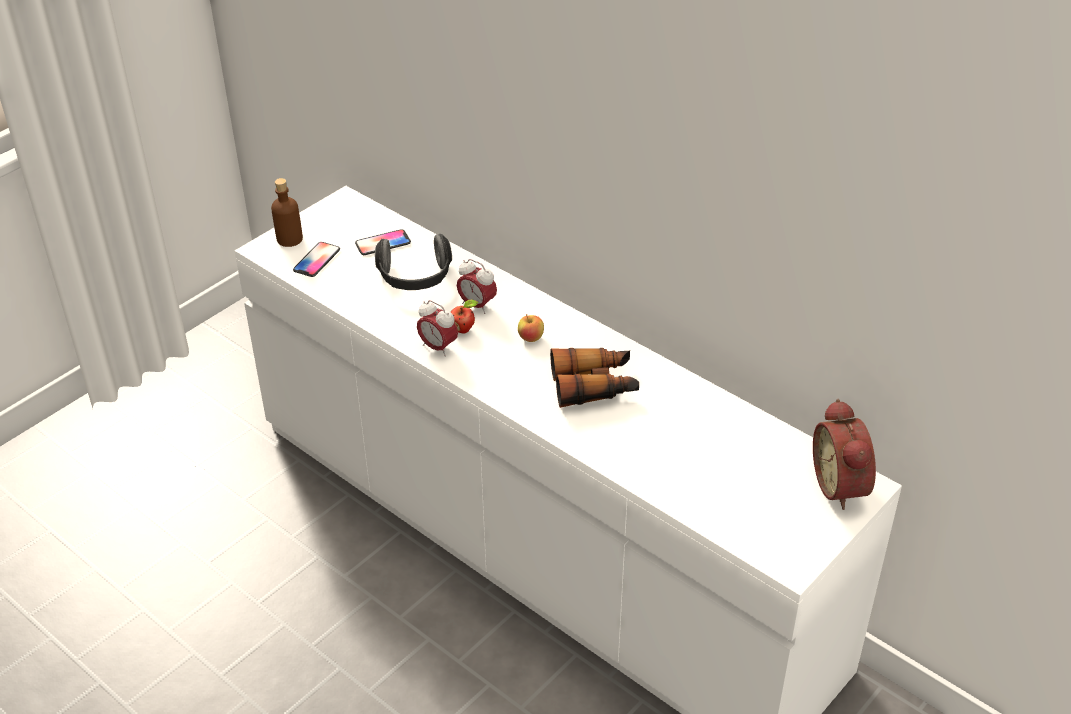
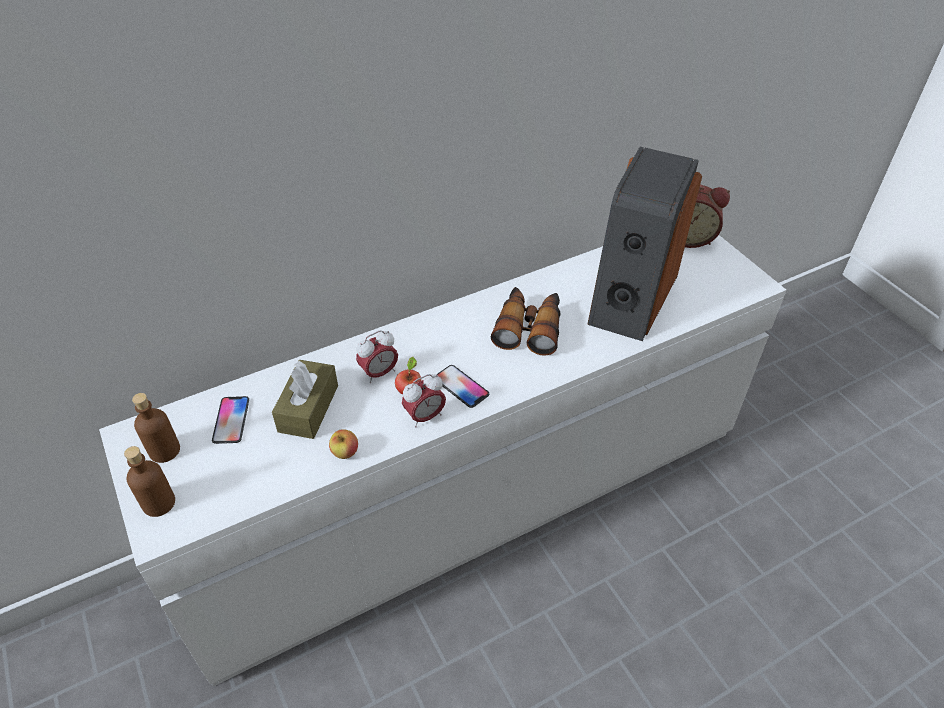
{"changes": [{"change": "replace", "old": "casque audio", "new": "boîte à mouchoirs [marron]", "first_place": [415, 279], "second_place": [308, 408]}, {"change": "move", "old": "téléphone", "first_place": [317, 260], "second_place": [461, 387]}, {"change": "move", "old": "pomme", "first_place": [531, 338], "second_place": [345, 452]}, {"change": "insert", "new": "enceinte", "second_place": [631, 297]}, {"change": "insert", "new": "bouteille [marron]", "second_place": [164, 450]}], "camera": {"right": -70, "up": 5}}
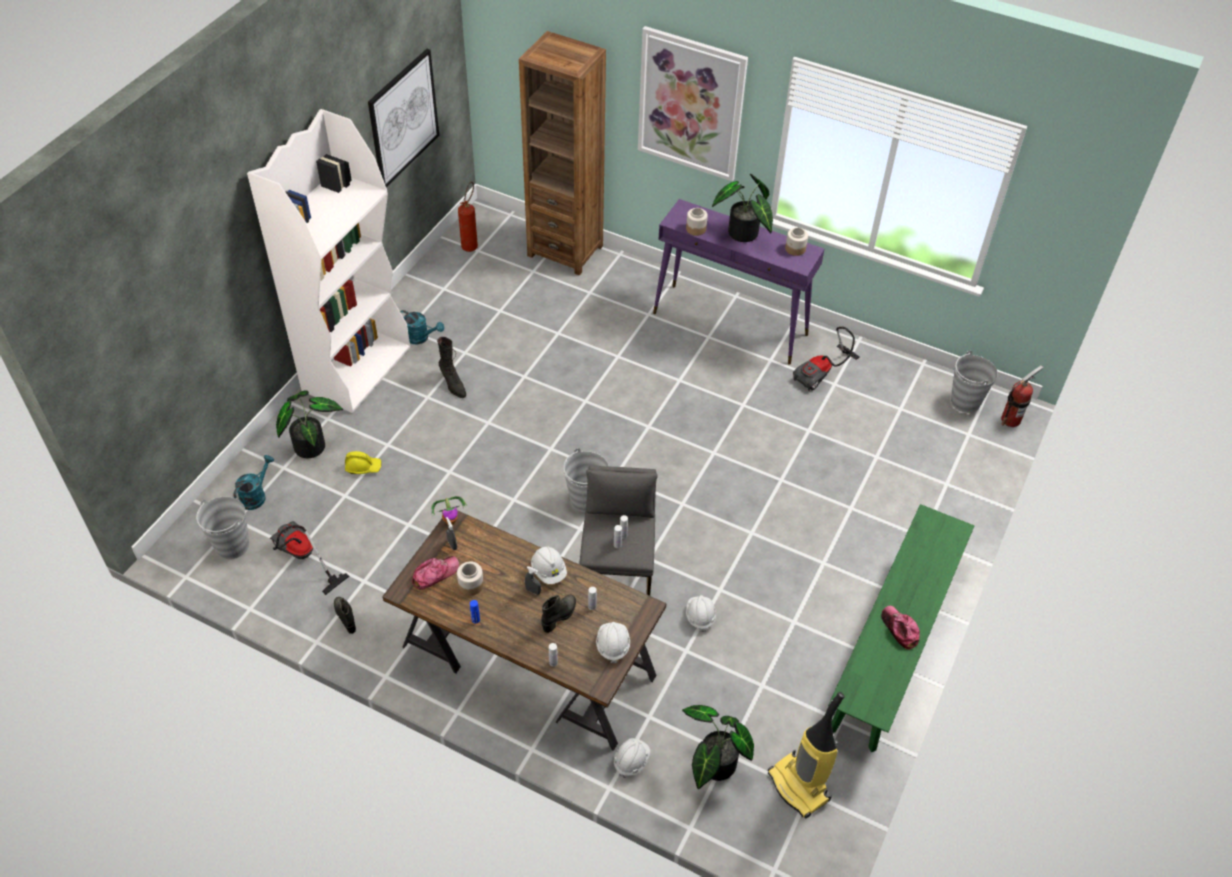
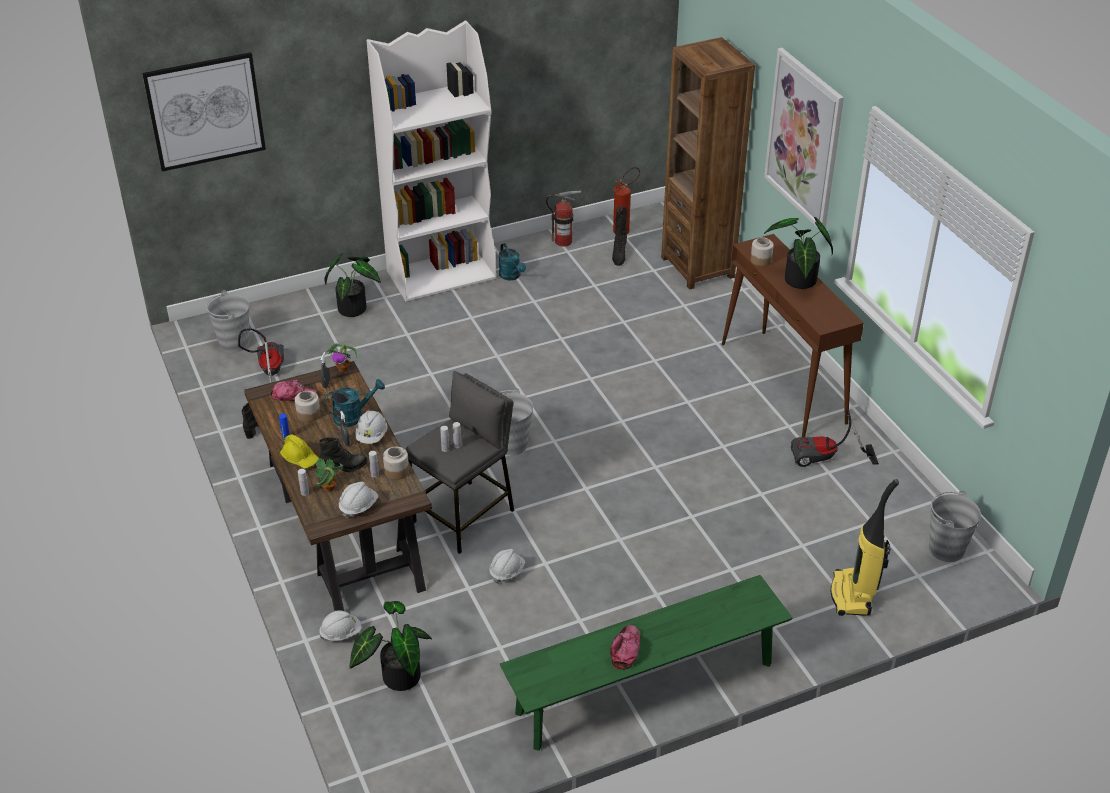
{"changes": [{"change": "move", "old": "tableau", "first_place": [403, 118], "second_place": [205, 111]}, {"change": "recolor", "old": "table console [violet]", "new": "table console [marron]", "first_place": [731, 324], "second_place": [783, 383]}, {"change": "move", "old": "bocal", "first_place": [795, 249], "second_place": [396, 472]}, {"change": "move", "old": "botte [noir]", "first_place": [453, 384], "second_place": [619, 255]}, {"change": "move", "old": "extincteur", "first_place": [1011, 419], "second_place": [563, 241]}, {"change": "move", "old": "casque de chantier [jaune]", "first_place": [363, 467], "second_place": [300, 458]}, {"change": "move", "old": "arrosoir [turquoise]", "first_place": [256, 495], "second_place": [353, 416]}, {"change": "move", "old": "aspirateur", "first_place": [800, 786], "second_place": [853, 595]}, {"change": "insert", "new": "plante en pot", "second_place": [329, 488]}], "camera": {"right": 40, "up": -10}}
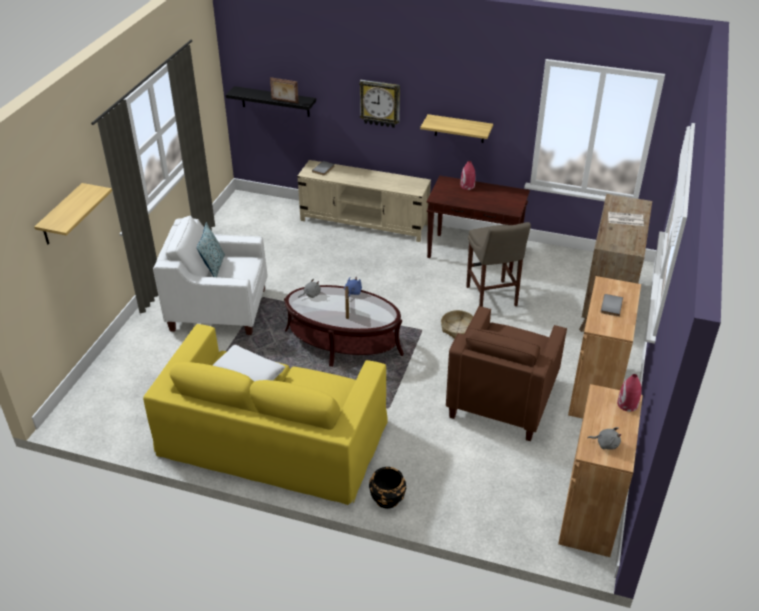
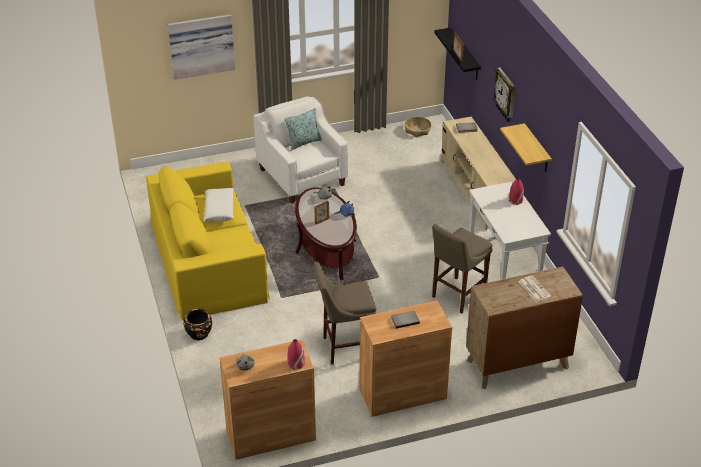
{"changes": [{"change": "recolor", "old": "table console [marron]", "new": "table console [blanc]", "first_place": [474, 253], "second_place": [504, 264]}, {"change": "replace", "old": "étagère", "new": "tableau", "first_place": [61, 215], "second_place": [201, 45]}, {"change": "replace", "old": "fauteuil [marron]", "new": "tabouret [beige]", "first_place": [502, 398], "second_place": [344, 347]}, {"change": "move", "old": "panier", "first_place": [458, 328], "second_place": [417, 130]}], "camera": {"right": 55, "up": 0}}
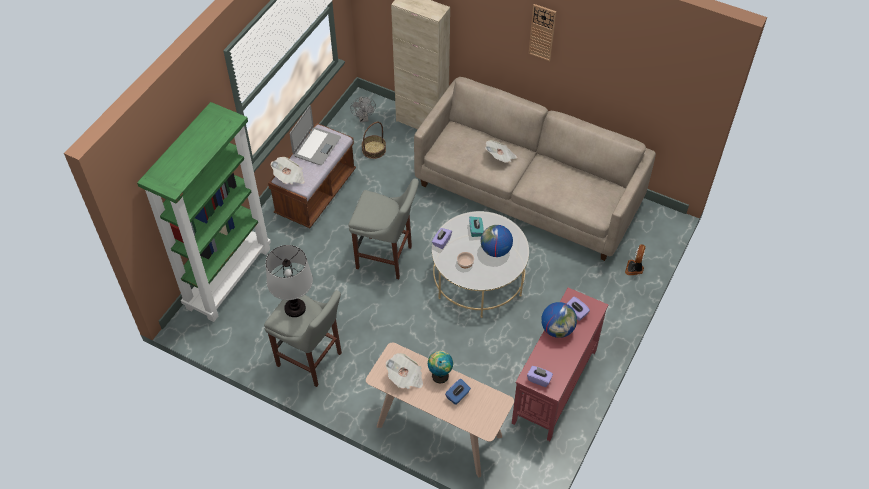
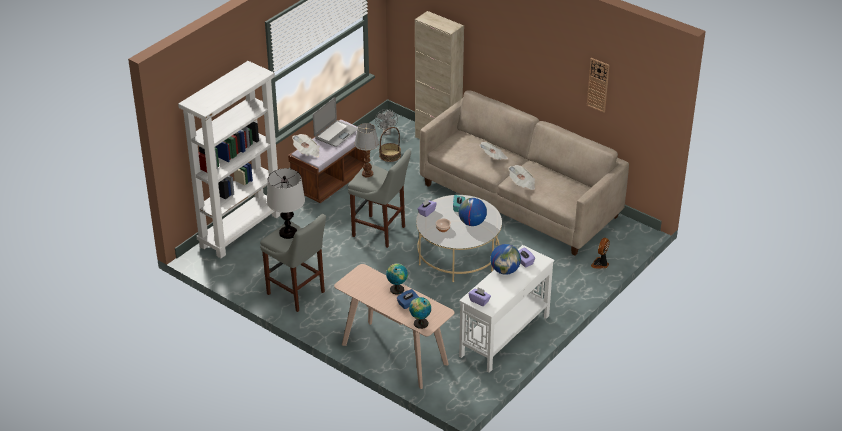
{"changes": [{"change": "move", "old": "horloge murale", "first_place": [542, 32], "second_place": [598, 85]}, {"change": "recolor", "old": "bibliothèque [vert]", "new": "bibliothèque [blanc]", "first_place": [228, 277], "second_place": [241, 230]}, {"change": "recolor", "old": "table console [rouge]", "new": "table console [blanc]", "first_place": [554, 386], "second_place": [504, 336]}, {"change": "move", "old": "journal", "first_place": [405, 377], "second_place": [522, 184]}, {"change": "insert", "new": "lampe de table", "second_place": [367, 173]}, {"change": "insert", "new": "globe", "second_place": [419, 323]}], "camera": {"right": 10, "up": -15}}
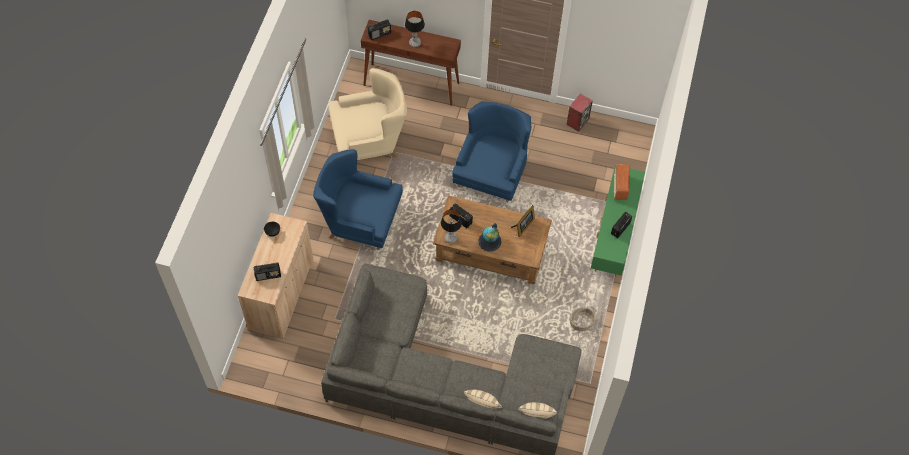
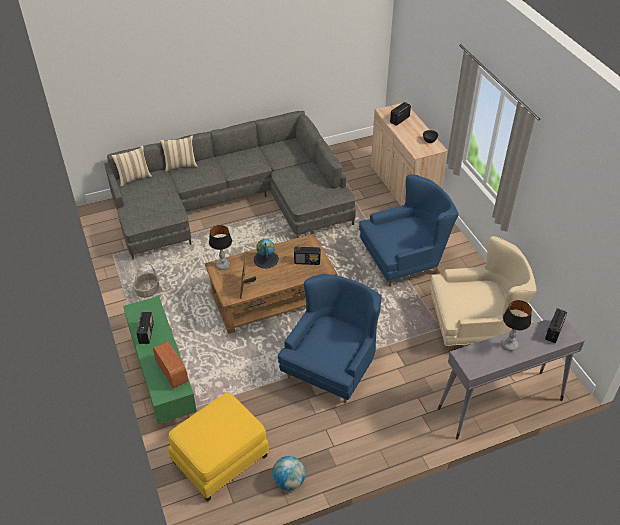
{"changes": [{"change": "recolor", "old": "table console [marron]", "new": "table console [gris]", "first_place": [412, 84], "second_place": [499, 404]}, {"change": "rotate", "old": "fauteuil [beige]", "first_place": [369, 139], "second_place": [473, 325], "degrees": -135}, {"change": "replace", "old": "enceinte", "new": "globe", "first_place": [577, 121], "second_place": [289, 481]}, {"change": "rotate", "old": "fauteuil [bleu]", "first_place": [492, 172], "second_place": [332, 366], "degrees": -135}, {"change": "move", "old": "lampe de table", "first_place": [451, 238], "second_place": [222, 265]}, {"change": "insert", "new": "pouf [jaune]", "second_place": [221, 460]}], "camera": {"right": 145, "up": -15}}
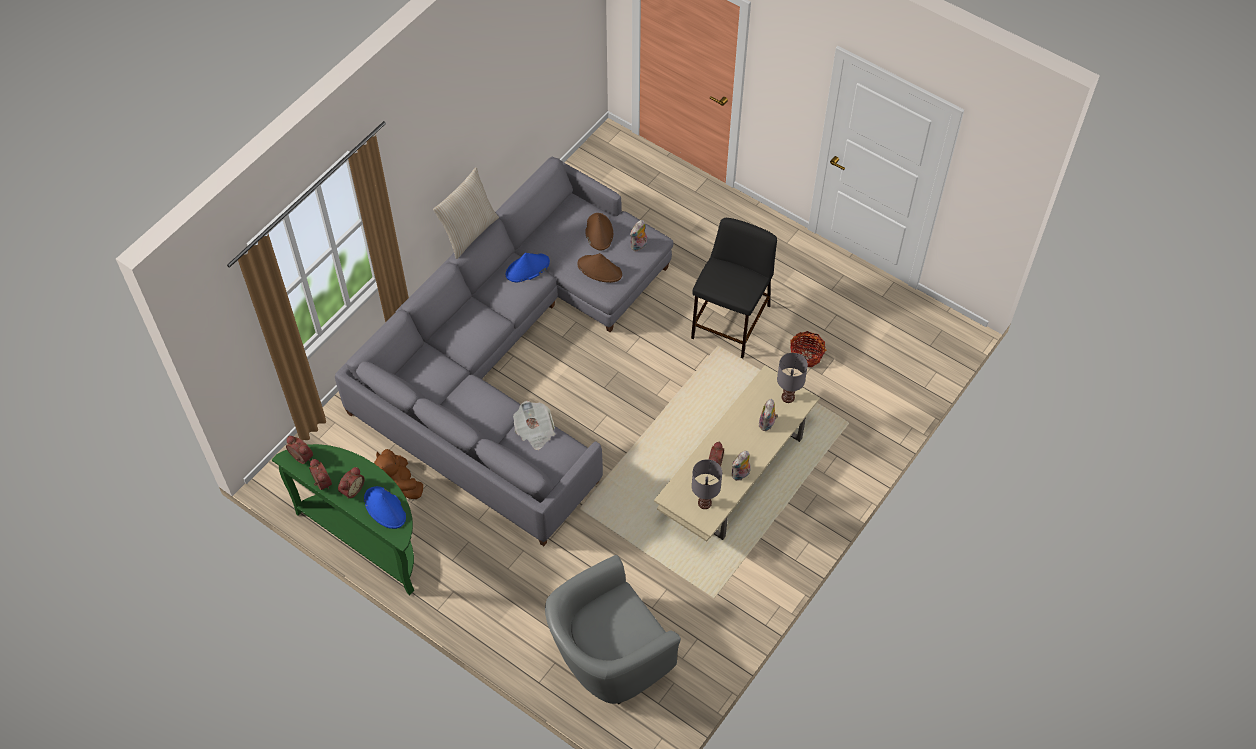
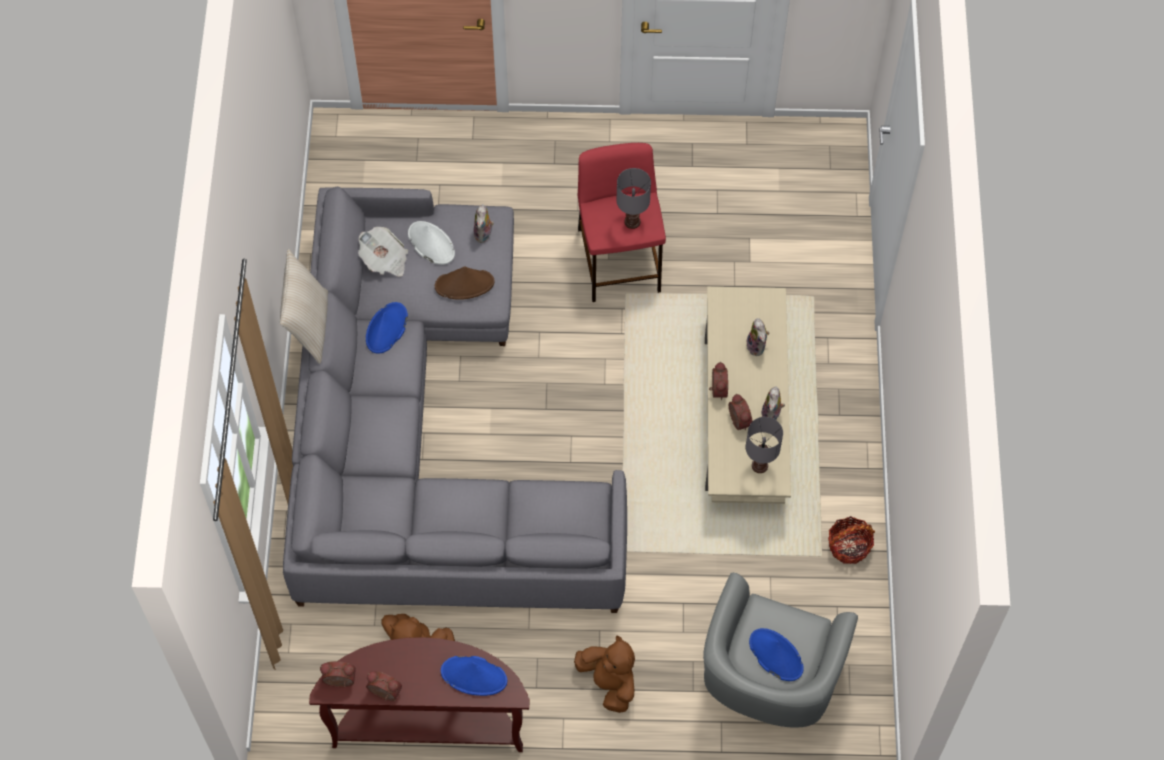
{"changes": [{"change": "recolor", "old": "chapeau [marron]", "new": "chapeau [blanc]", "first_place": [599, 232], "second_place": [431, 243]}, {"change": "recolor", "old": "tabouret [noir]", "new": "tabouret [rouge]", "first_place": [730, 323], "second_place": [619, 261]}, {"change": "move", "old": "panier", "first_place": [806, 355], "second_place": [848, 546]}, {"change": "move", "old": "lampe de table [gris]", "first_place": [788, 397], "second_place": [632, 221]}, {"change": "move", "old": "journal", "first_place": [534, 431], "second_place": [384, 260]}, {"change": "recolor", "old": "table console [vert]", "new": "table console [marron]", "first_place": [367, 538], "second_place": [429, 722]}, {"change": "move", "old": "réveil", "first_place": [351, 489], "second_place": [717, 389]}, {"change": "insert", "new": "chapeau [bleu]", "second_place": [775, 655]}, {"change": "insert", "new": "peluche [marron]", "second_place": [609, 682]}], "camera": {"right": -35, "up": 5}}
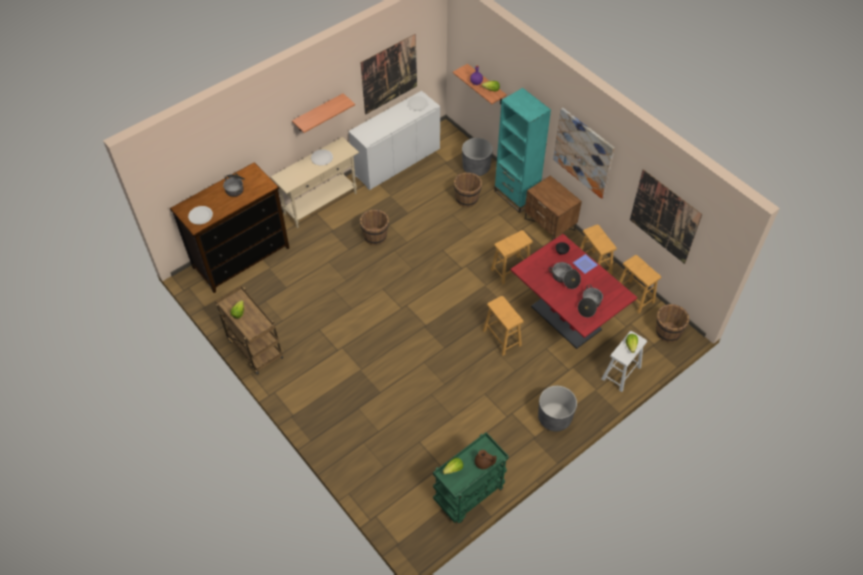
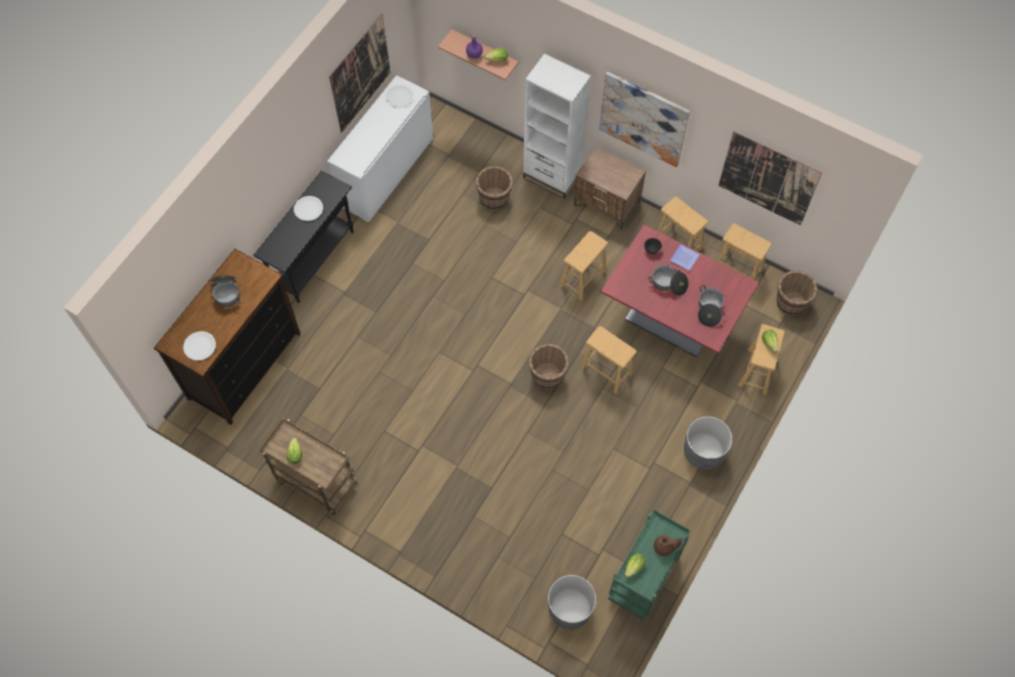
{"changes": [{"change": "recolor", "old": "bibliothèque [turquoise]", "new": "bibliothèque [blanc]", "first_place": [516, 195], "second_place": [552, 176]}, {"change": "delete", "old": "étagère", "first_place": [318, 113]}, {"change": "recolor", "old": "table console [beige]", "new": "table console [noir]", "first_place": [321, 203], "second_place": [314, 259]}, {"change": "move", "old": "cache-pot [gris]", "first_place": [476, 167], "second_place": [570, 609]}, {"change": "move", "old": "seau [marron]", "first_place": [375, 236], "second_place": [547, 376]}, {"change": "recolor", "old": "tabouret [blanc]", "new": "tabouret [marron]", "first_place": [621, 373], "second_place": [757, 371]}], "camera": {"right": -20, "up": 10}}
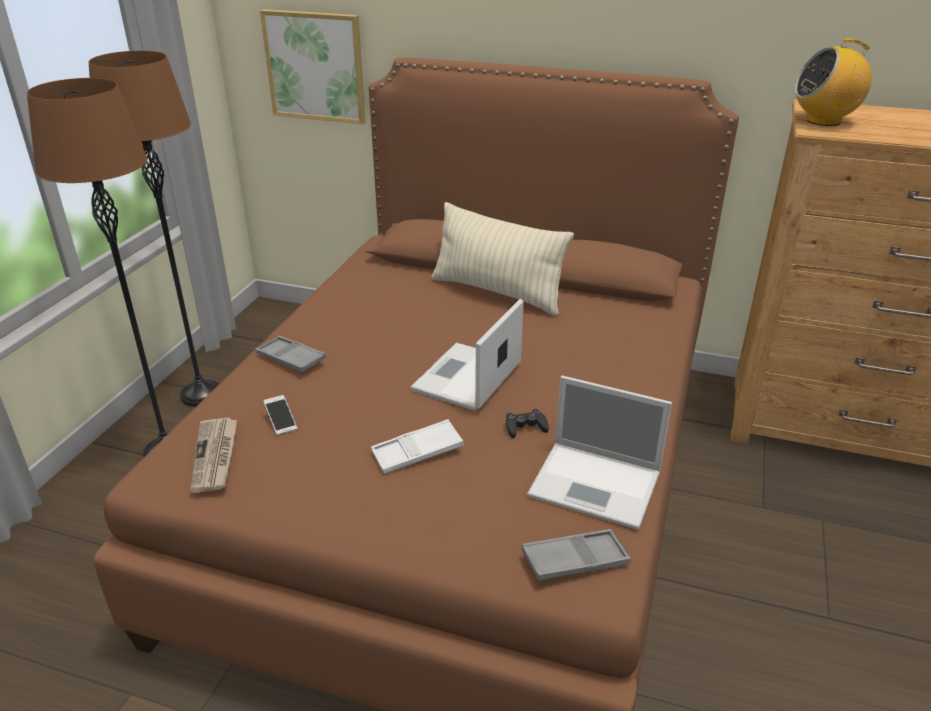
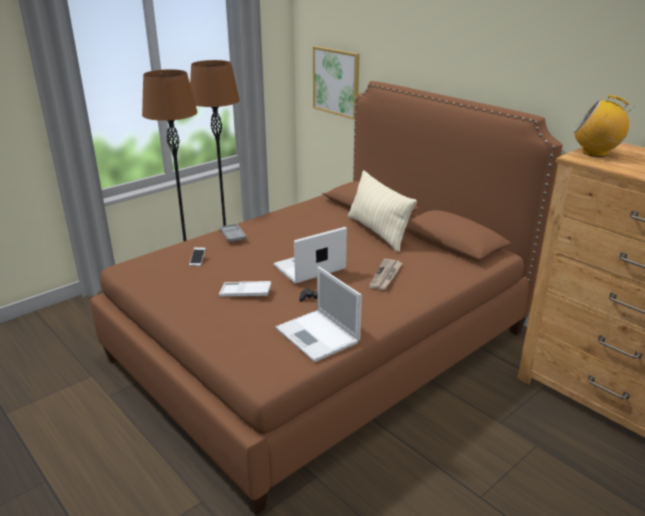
{"changes": [{"change": "move", "old": "journal", "first_place": [215, 456], "second_place": [386, 276]}, {"change": "delete", "old": "plateau [gris]", "first_place": [575, 560]}], "camera": {"right": 30, "up": -5}}
